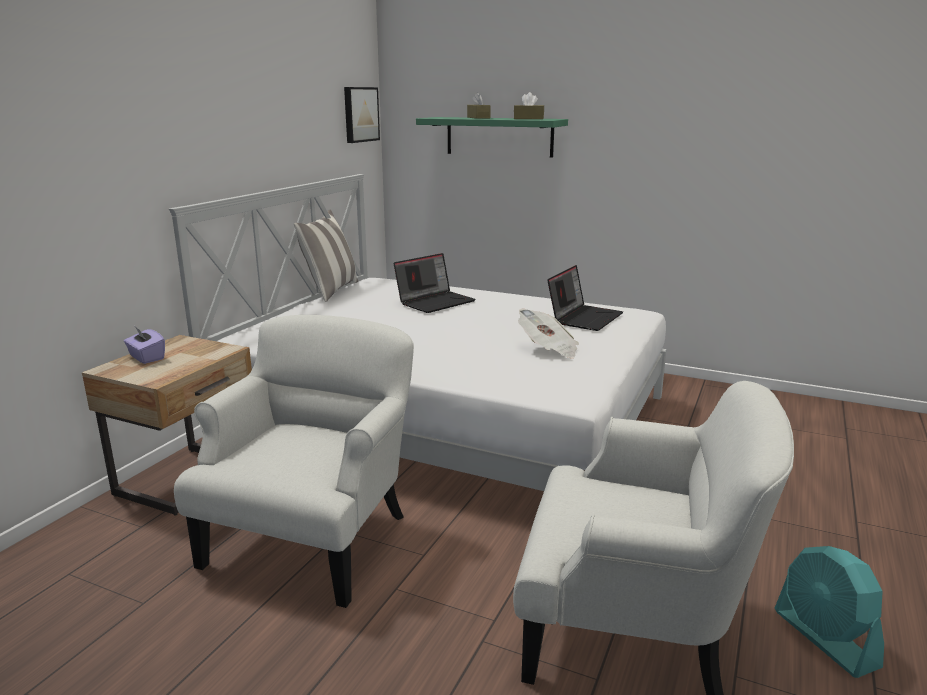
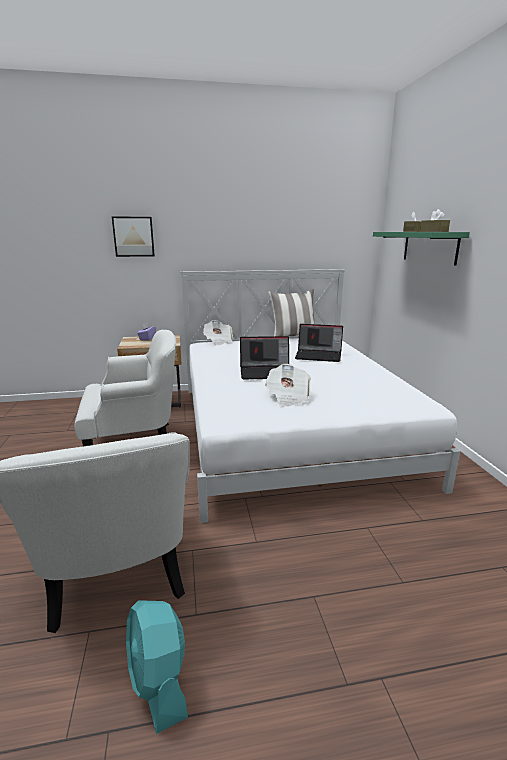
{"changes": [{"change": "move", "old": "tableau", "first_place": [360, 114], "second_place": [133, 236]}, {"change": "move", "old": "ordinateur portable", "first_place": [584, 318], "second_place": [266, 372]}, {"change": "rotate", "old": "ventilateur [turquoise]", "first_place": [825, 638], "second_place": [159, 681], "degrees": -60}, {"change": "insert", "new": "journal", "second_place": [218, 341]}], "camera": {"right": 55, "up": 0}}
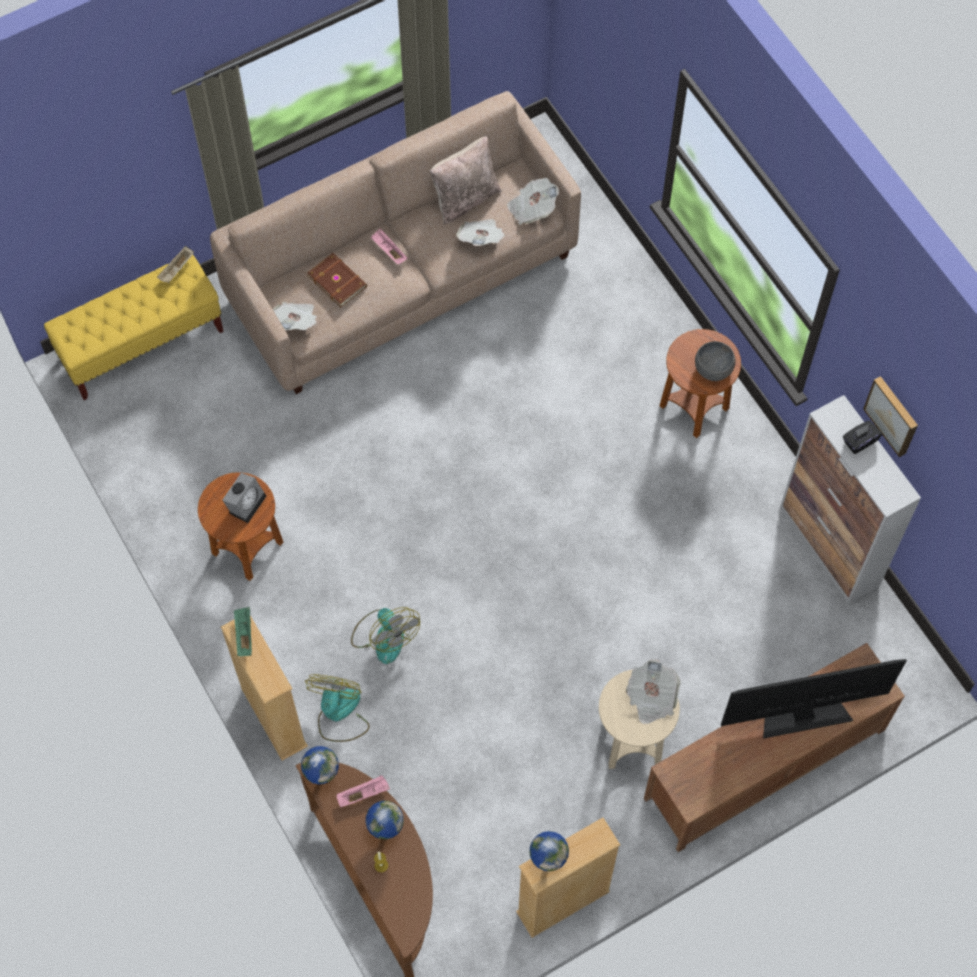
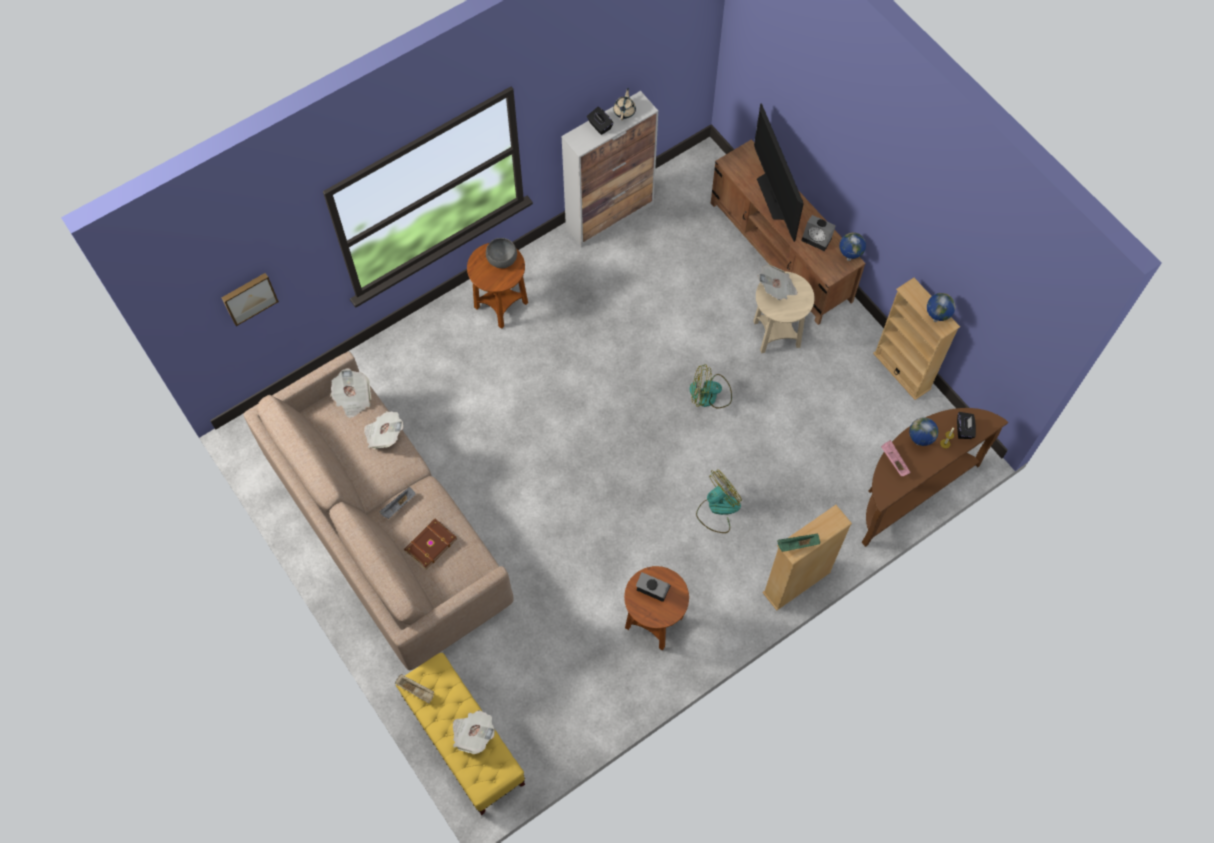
{"changes": [{"change": "delete", "old": "coussin [beige]", "first_place": [465, 198]}, {"change": "recolor", "old": "plateau [rose]", "new": "plateau [gris]", "first_place": [388, 251], "second_place": [398, 506]}, {"change": "move", "old": "journal", "first_place": [295, 322], "second_place": [473, 734]}, {"change": "move", "old": "tableau", "first_place": [893, 415], "second_place": [249, 297]}, {"change": "move", "old": "ventilateur", "first_place": [339, 713], "second_place": [710, 395]}, {"change": "move", "old": "globe", "first_place": [322, 775], "second_place": [848, 259]}, {"change": "insert", "new": "théière [beige]", "second_place": [624, 111]}, {"change": "insert", "new": "réveil", "second_place": [818, 238]}, {"change": "insert", "new": "boîte à mouchoirs [noir]", "second_place": [964, 429]}], "camera": {"right": -95, "up": 0}}
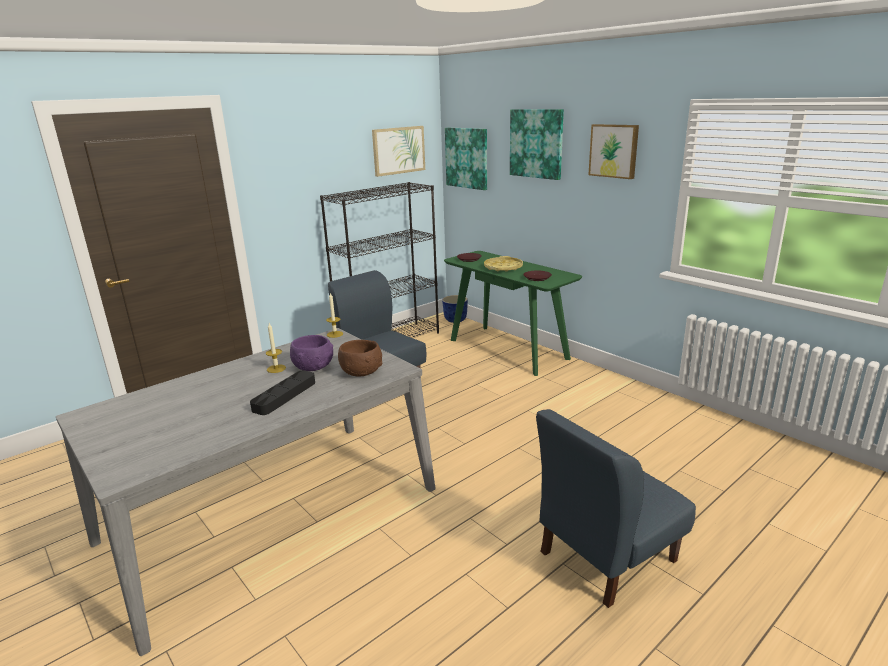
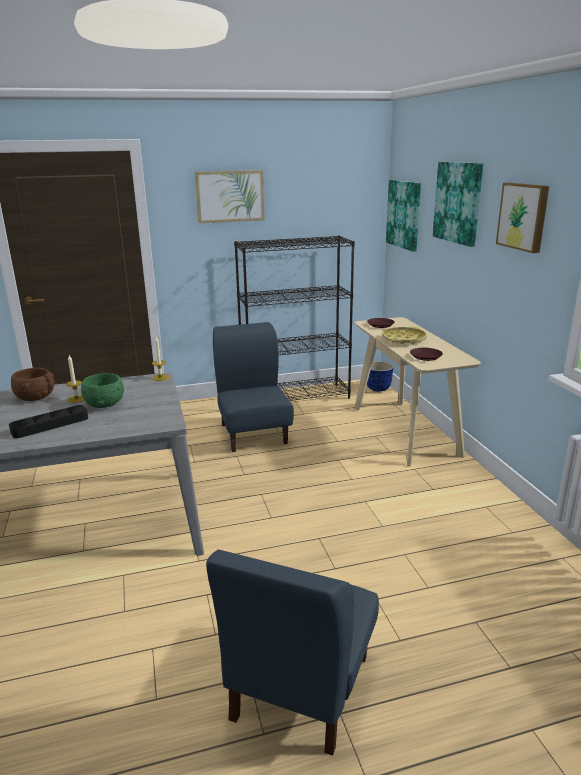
{"changes": [{"change": "move", "old": "tableau", "first_place": [398, 150], "second_place": [230, 196]}, {"change": "recolor", "old": "table console [vert]", "new": "table console [beige]", "first_place": [508, 349], "second_place": [405, 430]}, {"change": "recolor", "old": "bol [violet]", "new": "bol [vert]", "first_place": [313, 366], "second_place": [105, 404]}, {"change": "move", "old": "bol [marron]", "first_place": [361, 371], "second_place": [35, 397]}, {"change": "rotate", "old": "chaise [bleu]", "first_place": [606, 556], "second_place": [299, 687], "degrees": -60}], "camera": {"right": 25, "up": 0}}
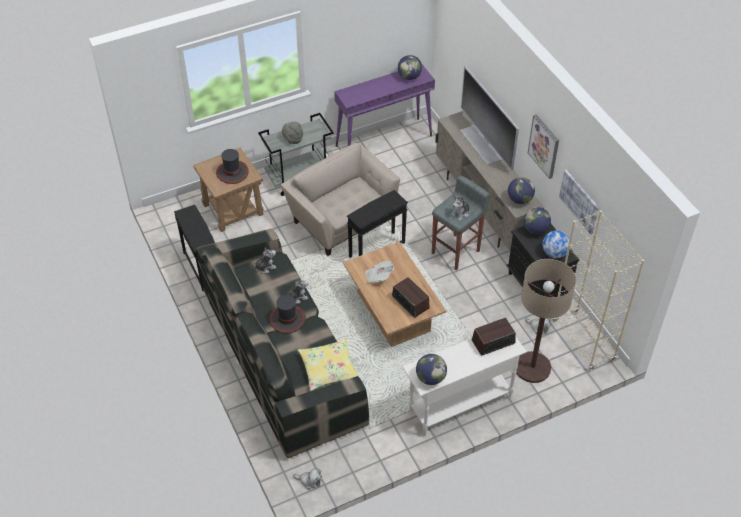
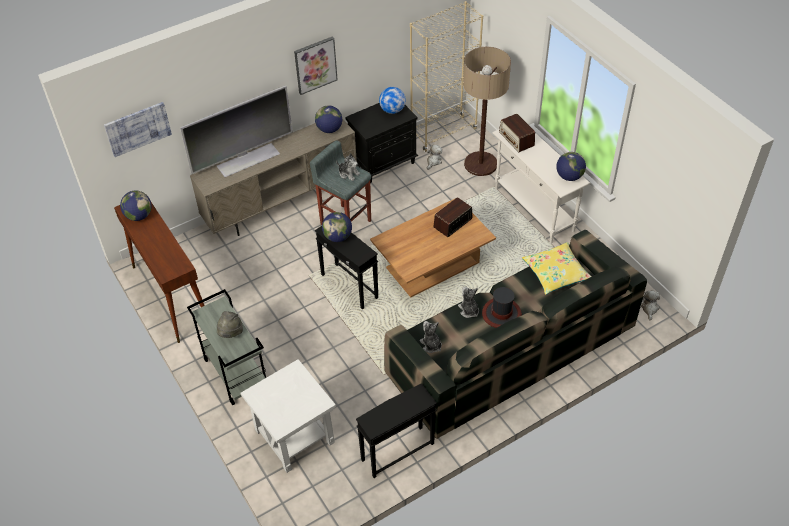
{"changes": [{"change": "recolor", "old": "table console [violet]", "new": "table console [marron]", "first_place": [384, 140], "second_place": [171, 295]}, {"change": "delete", "old": "fauteuil [beige]", "first_place": [342, 218]}, {"change": "recolor", "old": "table d'appoint [marron]", "new": "table d'appoint [blanc]", "first_place": [233, 209], "second_place": [294, 436]}, {"change": "delete", "old": "chapeau", "first_place": [232, 172]}, {"change": "move", "old": "tableau", "first_place": [579, 201], "second_place": [138, 128]}, {"change": "move", "old": "globe", "first_place": [535, 230], "second_place": [338, 237]}, {"change": "delete", "old": "journal", "first_place": [378, 276]}], "camera": {"right": -95, "up": 0}}
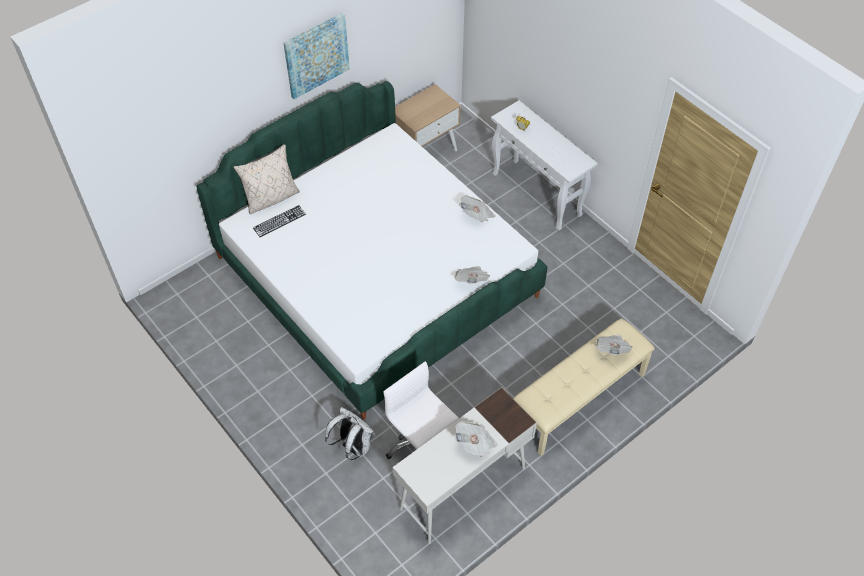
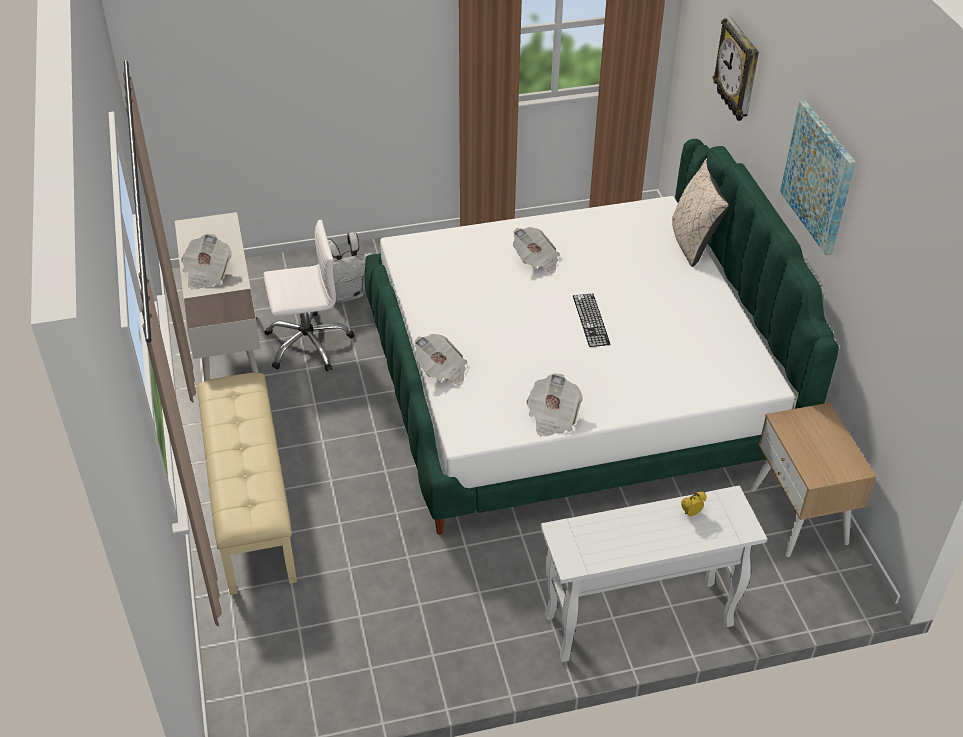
{"changes": [{"change": "move", "old": "clavier", "first_place": [279, 221], "second_place": [591, 320]}, {"change": "move", "old": "journal", "first_place": [612, 350], "second_place": [536, 261]}, {"change": "insert", "new": "horloge murale", "second_place": [738, 70]}], "camera": {"right": 115, "up": -10}}
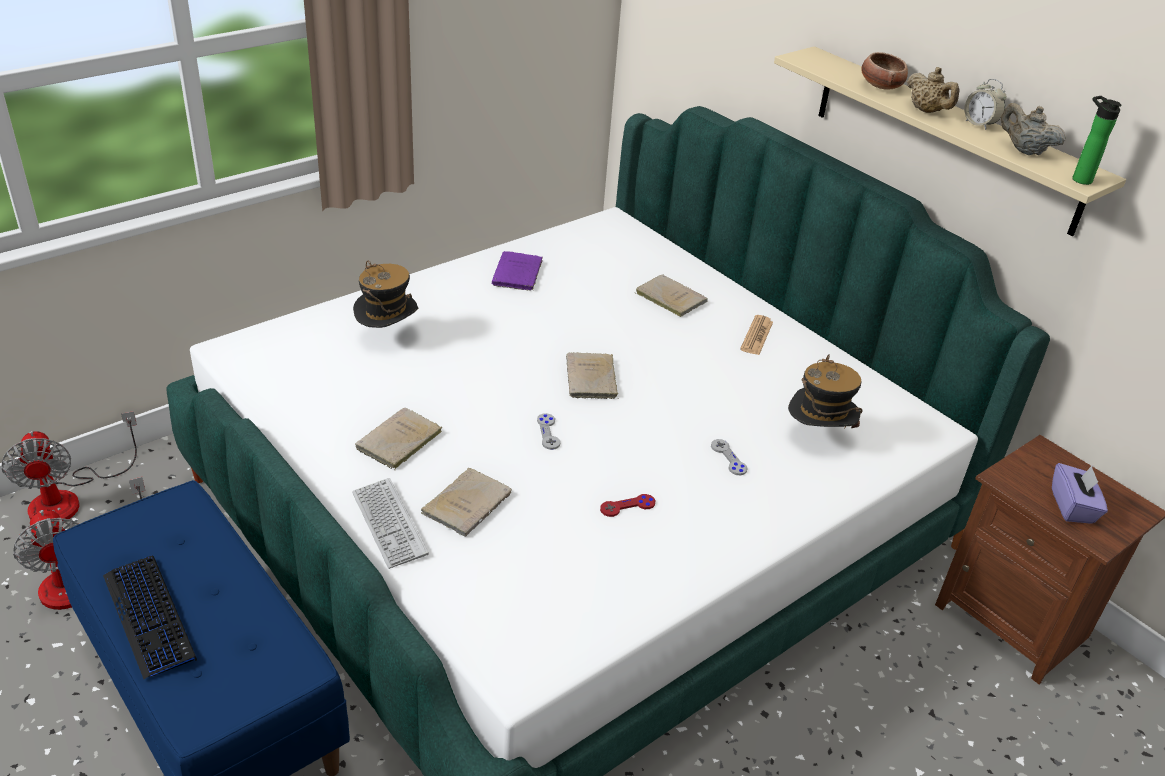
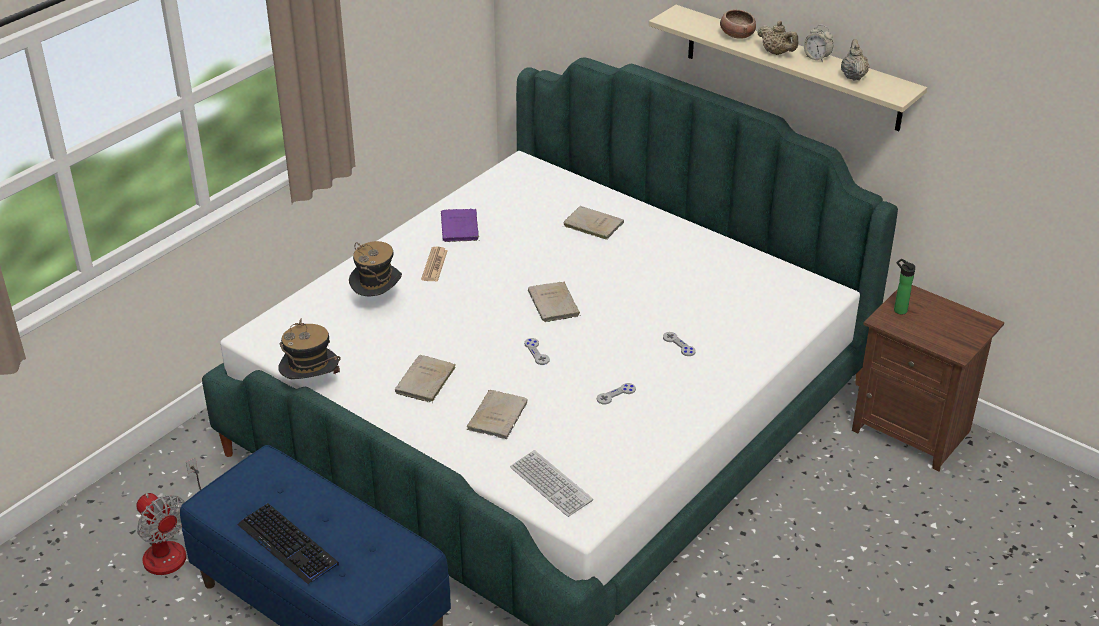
{"changes": [{"change": "move", "old": "bouteille", "first_place": [1079, 179], "second_place": [898, 309]}, {"change": "rotate", "old": "théière [beige]", "first_place": [1024, 151], "second_place": [853, 76], "degrees": 60}, {"change": "move", "old": "journal", "first_place": [756, 336], "second_place": [434, 265]}, {"change": "move", "old": "chapeau", "first_place": [817, 438], "second_place": [311, 386]}, {"change": "delete", "old": "ventilateur", "first_place": [69, 498]}, {"change": "delete", "old": "boîte à mouchoirs [violet]", "first_place": [1072, 507]}, {"change": "move", "old": "clavier", "first_place": [389, 524], "second_place": [551, 484]}, {"change": "recolor", "old": "manette [rouge]", "new": "manette [gris]", "first_place": [627, 506], "second_place": [616, 394]}], "camera": {"right": -10, "up": 0}}
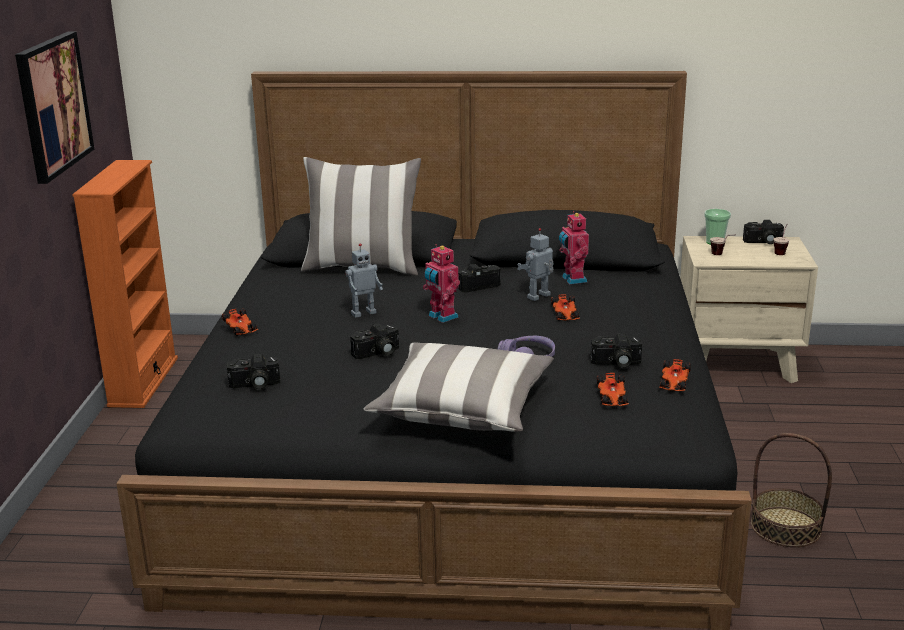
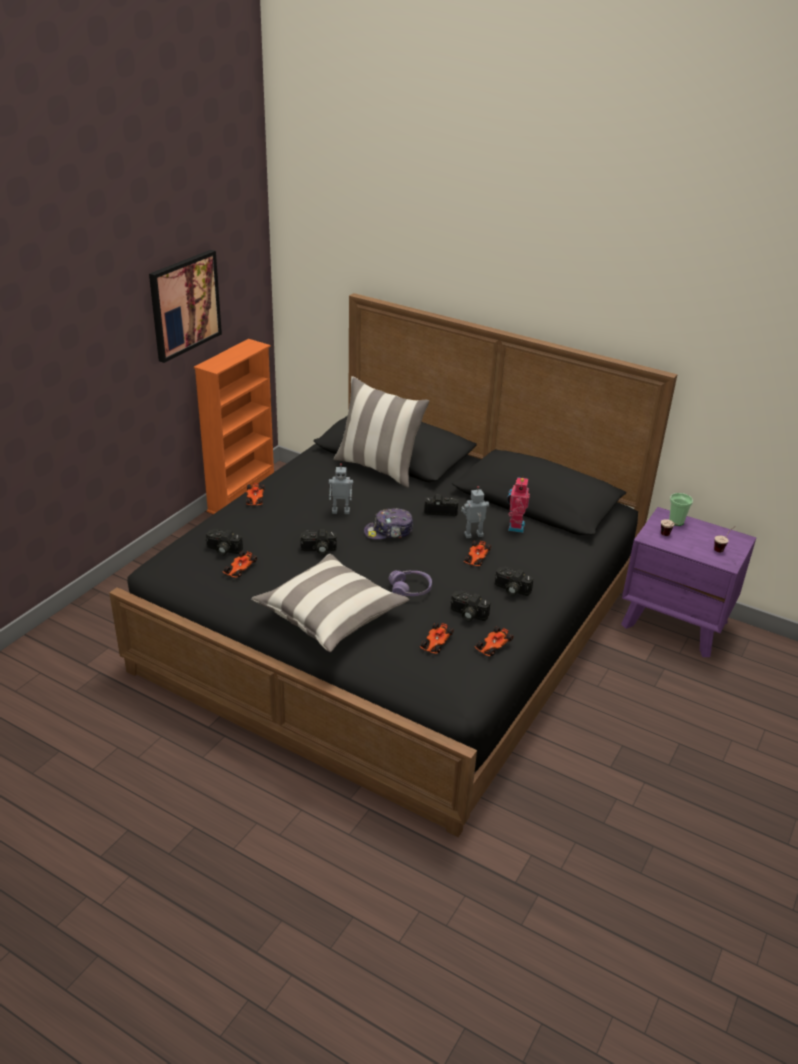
{"changes": [{"change": "move", "old": "appareil photo", "first_place": [763, 242], "second_place": [511, 590]}, {"change": "recolor", "old": "table de chevet [beige]", "new": "table de chevet [violet]", "first_place": [737, 363], "second_place": [675, 623]}, {"change": "replace", "old": "robot jouet", "new": "casquette", "first_place": [441, 317], "second_place": [389, 532]}, {"change": "delete", "old": "panier", "first_place": [786, 527]}, {"change": "insert", "new": "petite voiture", "second_place": [239, 568]}], "camera": {"right": 25, "up": 10}}
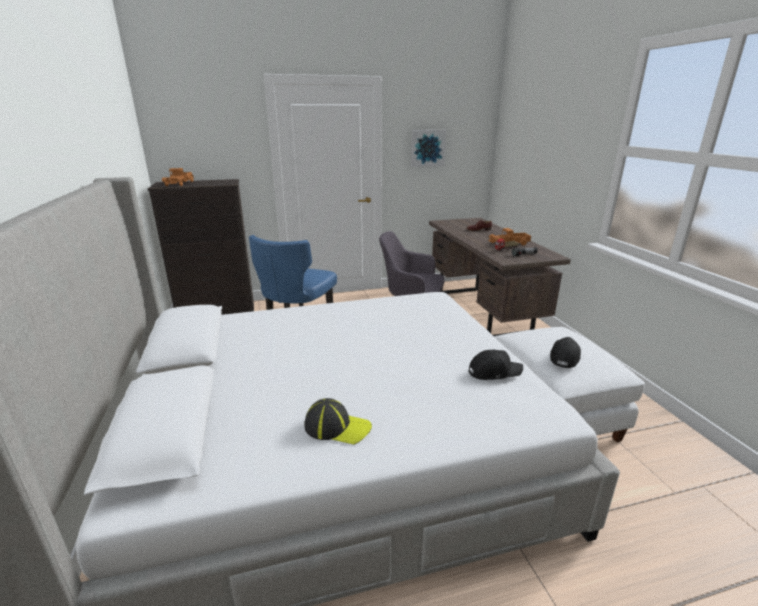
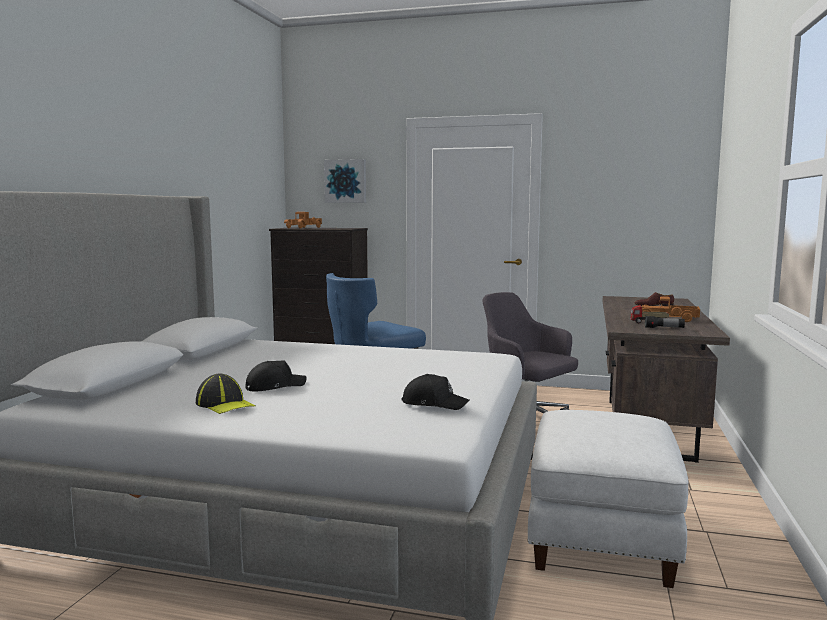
{"changes": [{"change": "move", "old": "tableau", "first_place": [427, 148], "second_place": [345, 181]}, {"change": "move", "old": "casquette [noir]", "first_place": [564, 357], "second_place": [275, 386]}], "camera": {"right": 30, "up": -15}}
